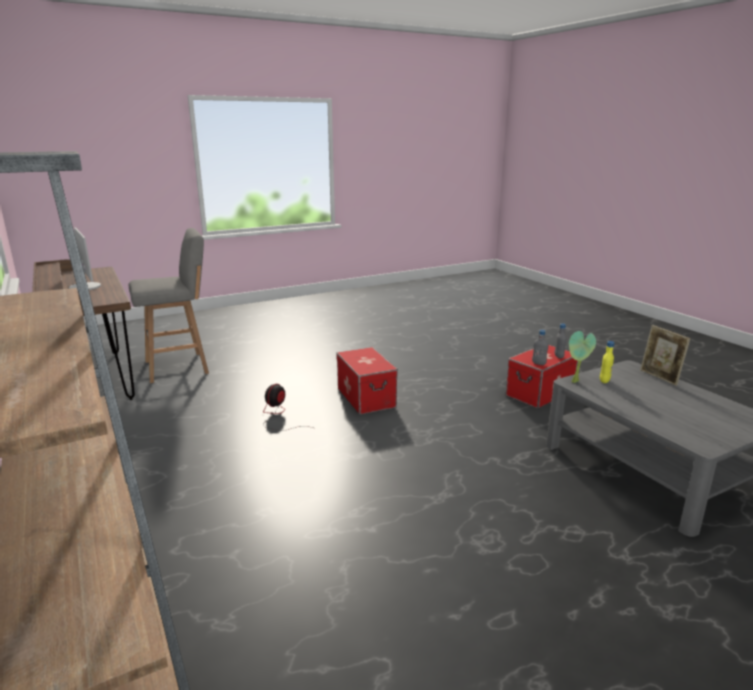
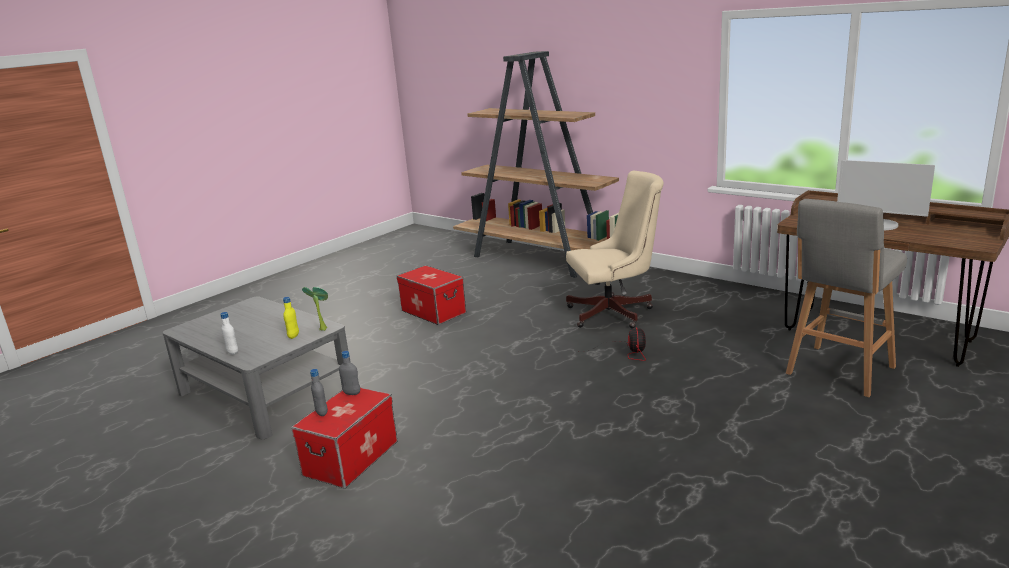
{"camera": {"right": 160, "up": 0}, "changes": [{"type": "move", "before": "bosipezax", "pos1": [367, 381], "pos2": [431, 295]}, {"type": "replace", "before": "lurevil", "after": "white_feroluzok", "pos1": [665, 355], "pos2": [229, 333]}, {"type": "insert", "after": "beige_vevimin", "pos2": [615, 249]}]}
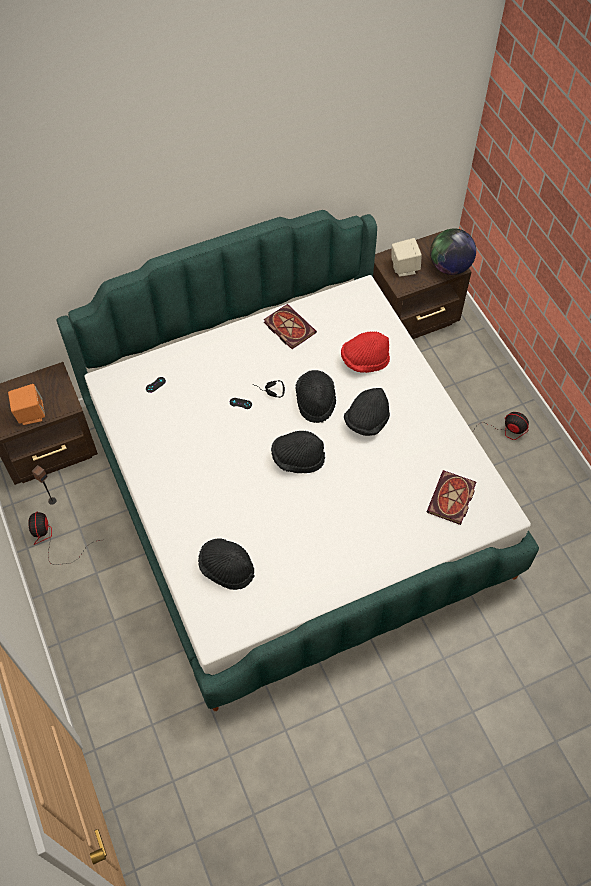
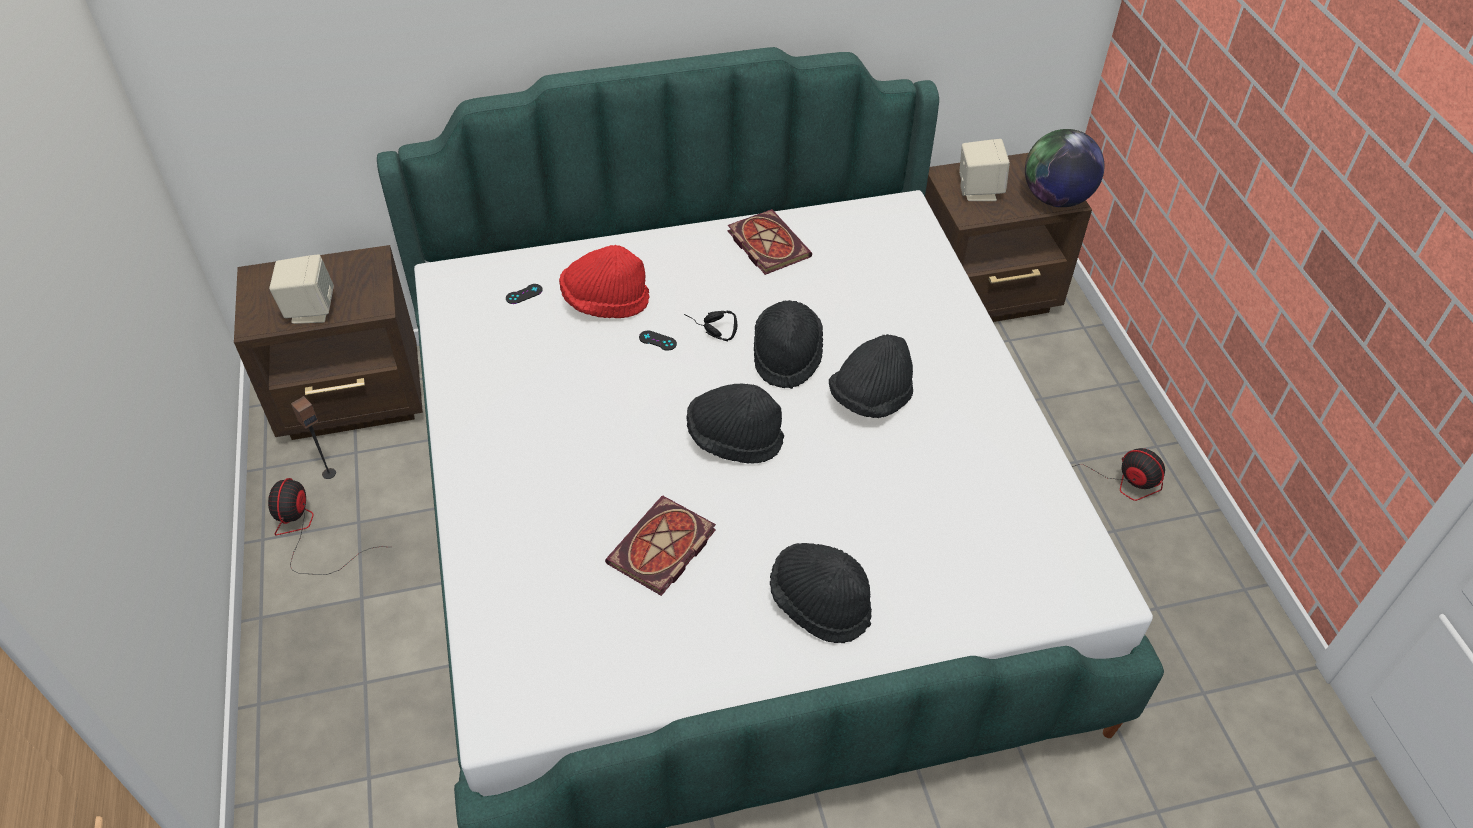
{"camera": {"right": 10, "up": -10}, "changes": [{"type": "recolor", "before": "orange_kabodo", "after": "beige_kabodo", "pos1": [26, 404], "pos2": [301, 289]}, {"type": "move", "before": "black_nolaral", "pos1": [226, 564], "pos2": [821, 593]}, {"type": "move", "before": "red_nolaral", "pos1": [365, 352], "pos2": [604, 281]}, {"type": "move", "before": "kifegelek", "pos1": [451, 497], "pos2": [660, 545]}]}
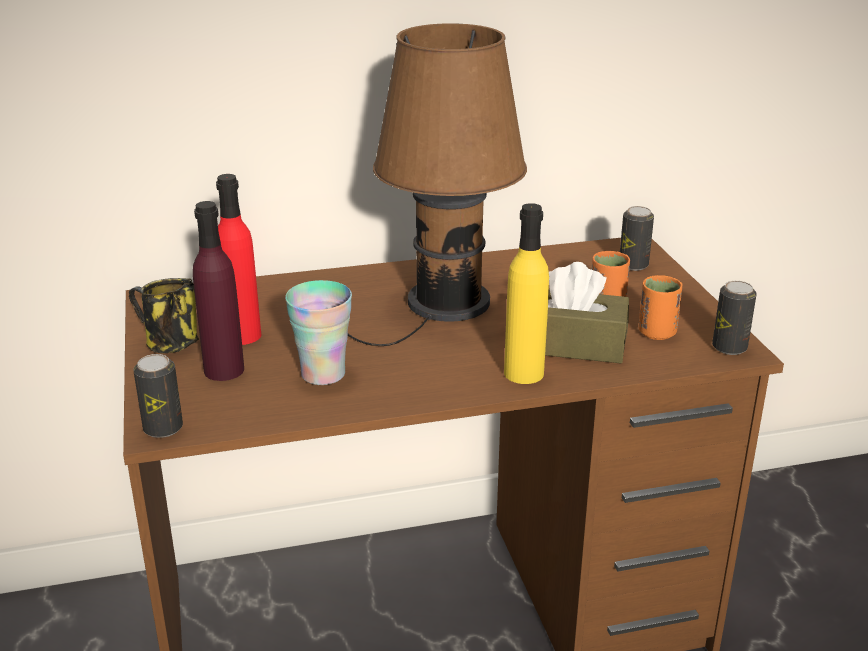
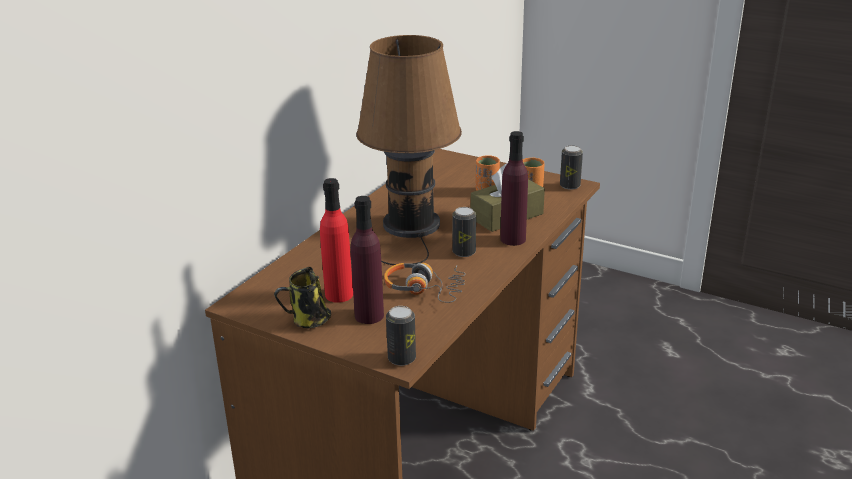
{"camera": {"right": -45, "up": 0}, "changes": [{"type": "replace", "before": "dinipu", "after": "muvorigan", "pos1": [318, 332], "pos2": [424, 283]}, {"type": "recolor", "before": "yellow_feroluzok", "after": "purple_feroluzok", "pos1": [526, 293], "pos2": [514, 188]}, {"type": "move", "before": "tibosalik", "pos1": [637, 238], "pos2": [464, 232]}]}
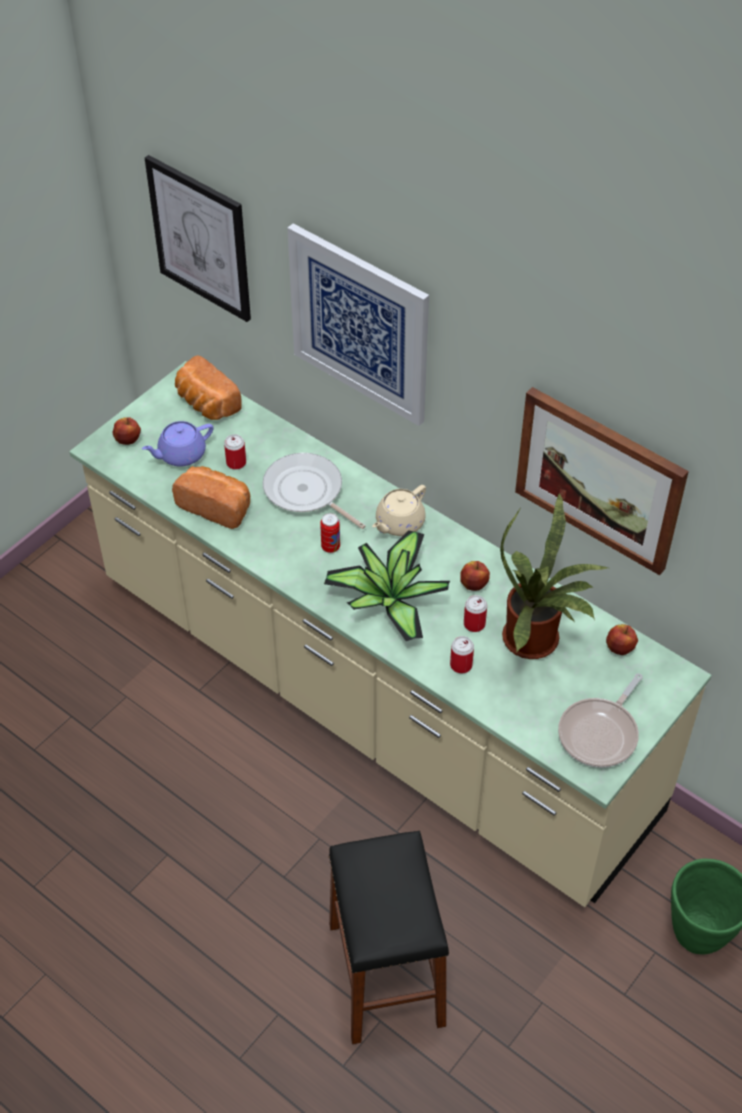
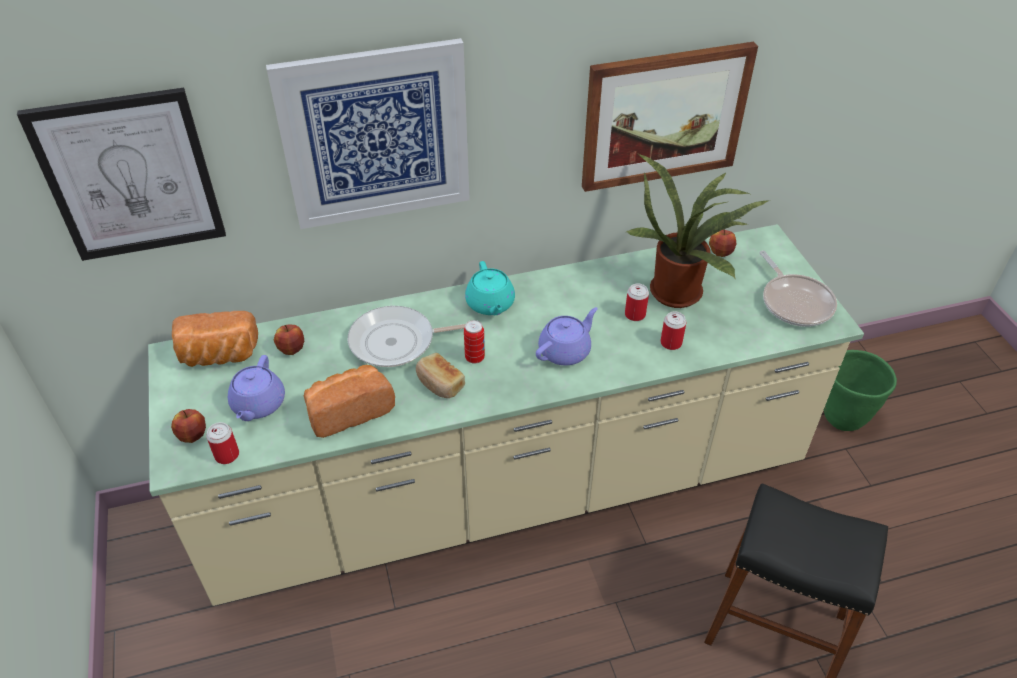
{"camera": {"right": -55, "up": -5}, "changes": [{"type": "move", "before": "tibosalik", "pos1": [235, 451], "pos2": [222, 443]}, {"type": "replace", "before": "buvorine", "after": "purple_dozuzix", "pos1": [387, 585], "pos2": [567, 336]}, {"type": "recolor", "before": "beige_dozuzix", "after": "turquoise_dozuzix", "pos1": [399, 510], "pos2": [490, 288]}, {"type": "move", "before": "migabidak", "pos1": [475, 576], "pos2": [288, 339]}, {"type": "insert", "after": "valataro", "pos2": [440, 375]}]}
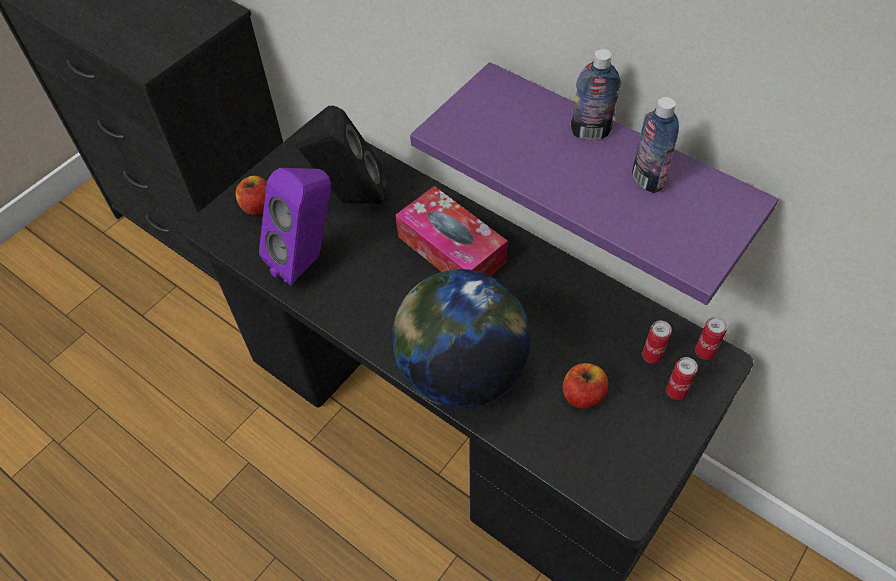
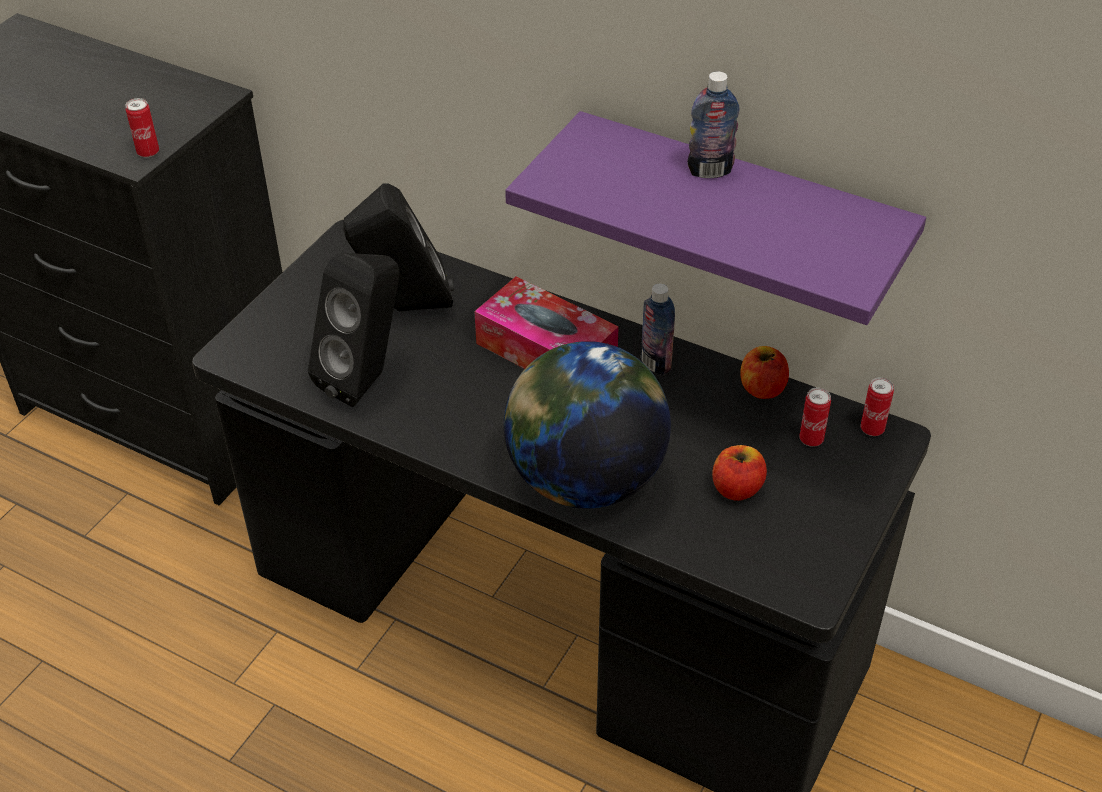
{"camera": {"right": -10, "up": -10}, "changes": [{"type": "move", "before": "migabidak", "pos1": [251, 195], "pos2": [764, 372]}, {"type": "recolor", "before": "purple_kabodo", "after": "black_kabodo", "pos1": [295, 227], "pos2": [353, 330]}, {"type": "move", "before": "feroluzok", "pos1": [655, 145], "pos2": [658, 329]}, {"type": "move", "before": "tibosalik", "pos1": [682, 378], "pos2": [142, 128]}]}
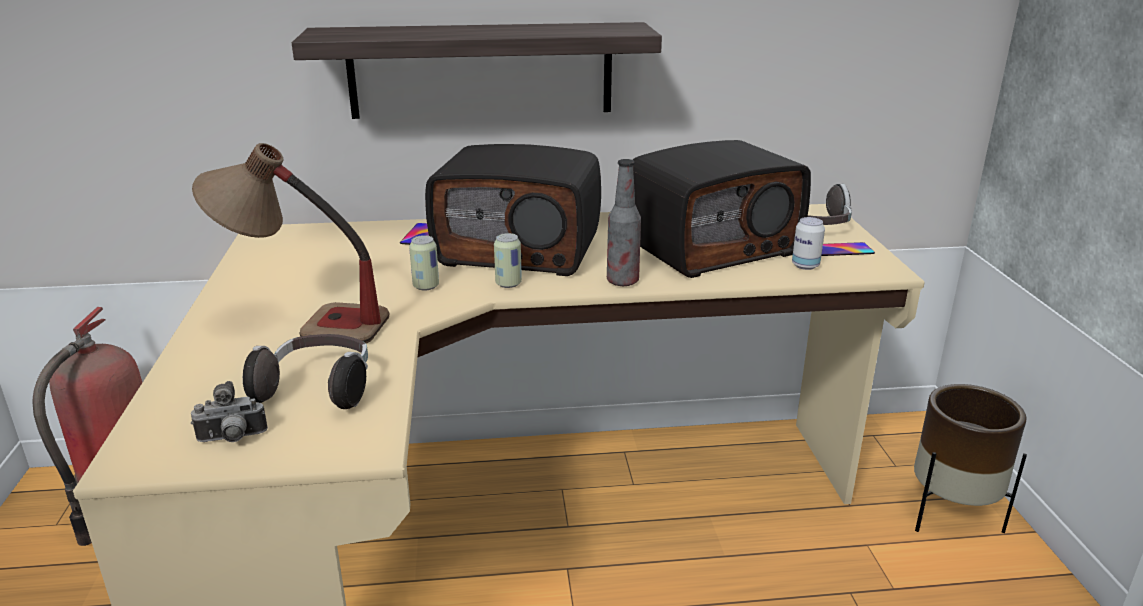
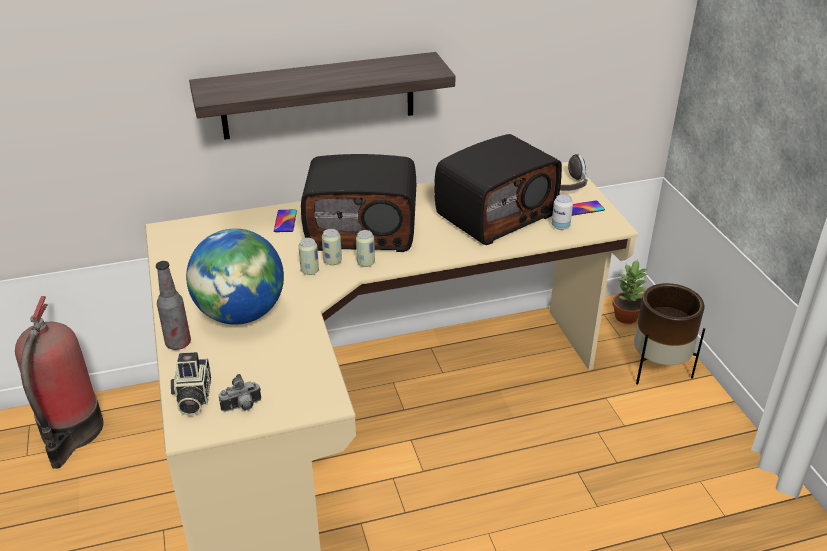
{"camera": {"right": -10, "up": 10}, "changes": [{"type": "replace", "before": "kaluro", "after": "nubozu", "pos1": [290, 243], "pos2": [235, 277]}, {"type": "delete", "before": "muvorigan", "pos1": [305, 371]}, {"type": "move", "before": "feroluzok", "pos1": [624, 222], "pos2": [173, 305]}, {"type": "insert", "after": "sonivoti", "pos2": [191, 384]}, {"type": "insert", "after": "tibosalik", "pos2": [332, 247]}, {"type": "insert", "after": "buvorine", "pos2": [630, 292]}]}
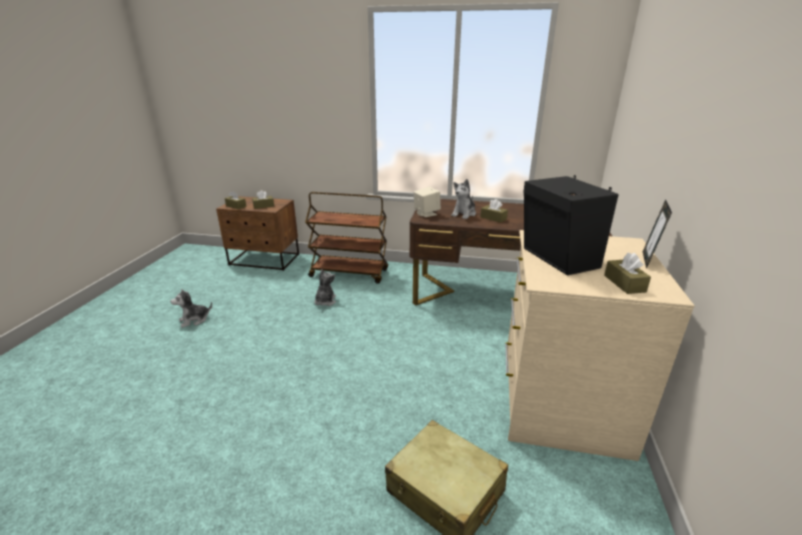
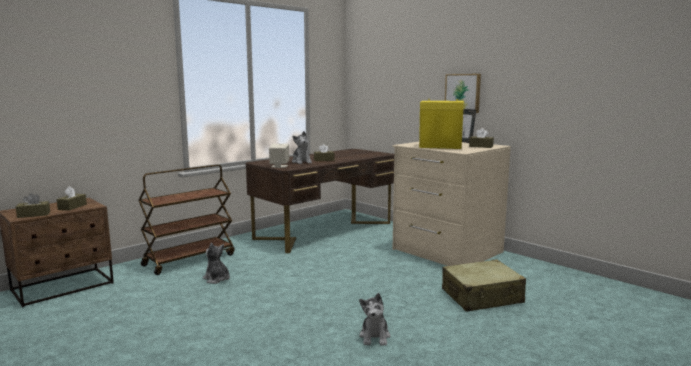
{"camera": {"right": -55, "up": -15}, "changes": [{"type": "move", "before": "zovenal", "pos1": [191, 308], "pos2": [374, 319]}, {"type": "recolor", "before": "black_kabodo", "after": "yellow_kabodo", "pos1": [571, 225], "pos2": [441, 124]}, {"type": "insert", "after": "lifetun", "pos2": [463, 93]}]}
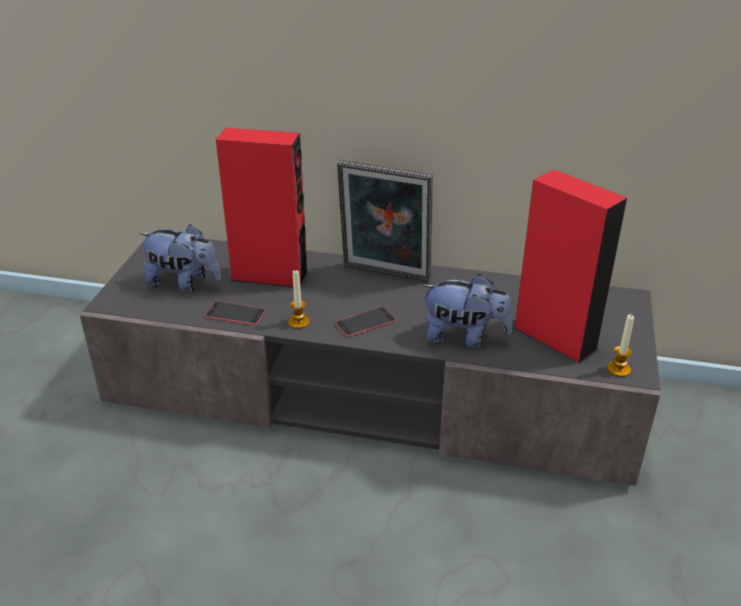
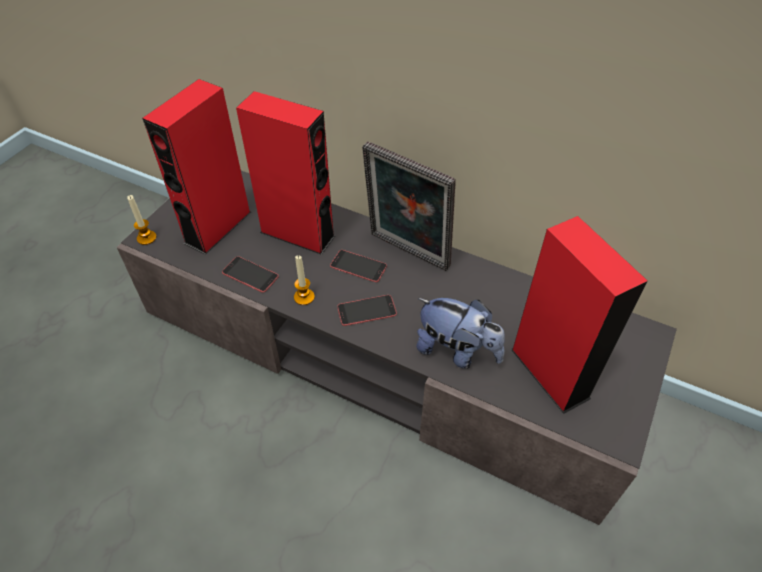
{"camera": {"right": 15, "up": 15}, "changes": [{"type": "replace", "before": "zovenal", "after": "red_kabodo", "pos1": [180, 258], "pos2": [196, 167]}, {"type": "move", "before": "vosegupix", "pos1": [620, 345], "pos2": [142, 220]}, {"type": "insert", "after": "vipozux", "pos2": [358, 266]}]}
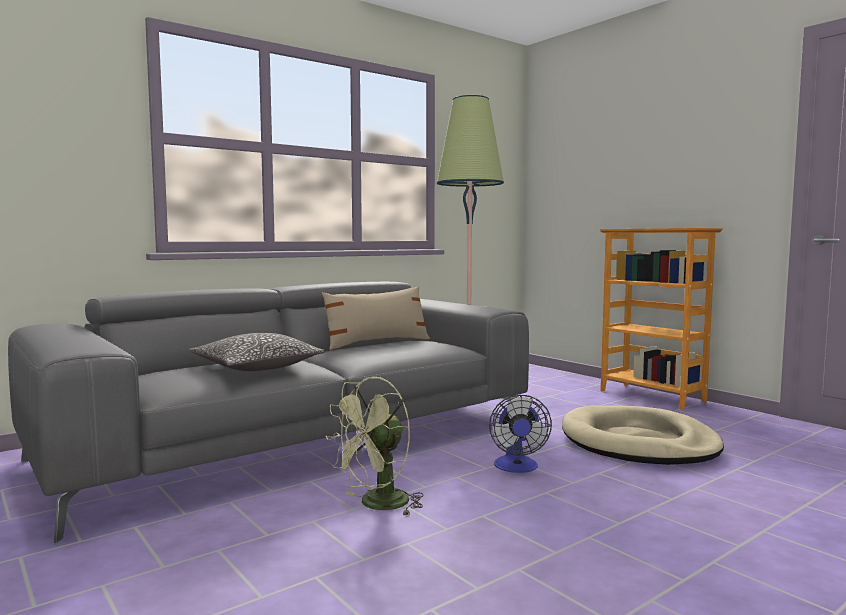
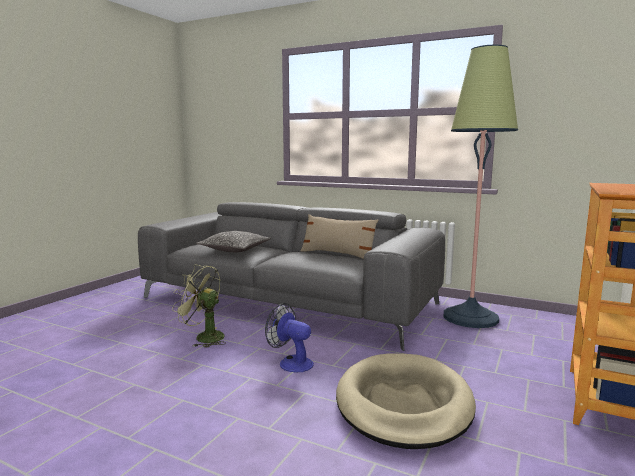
{"camera": {"right": 65, "up": 5}, "changes": [{"type": "rotate", "before": "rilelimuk", "pos1": [520, 434], "pos2": [289, 337], "turn": 60}]}
